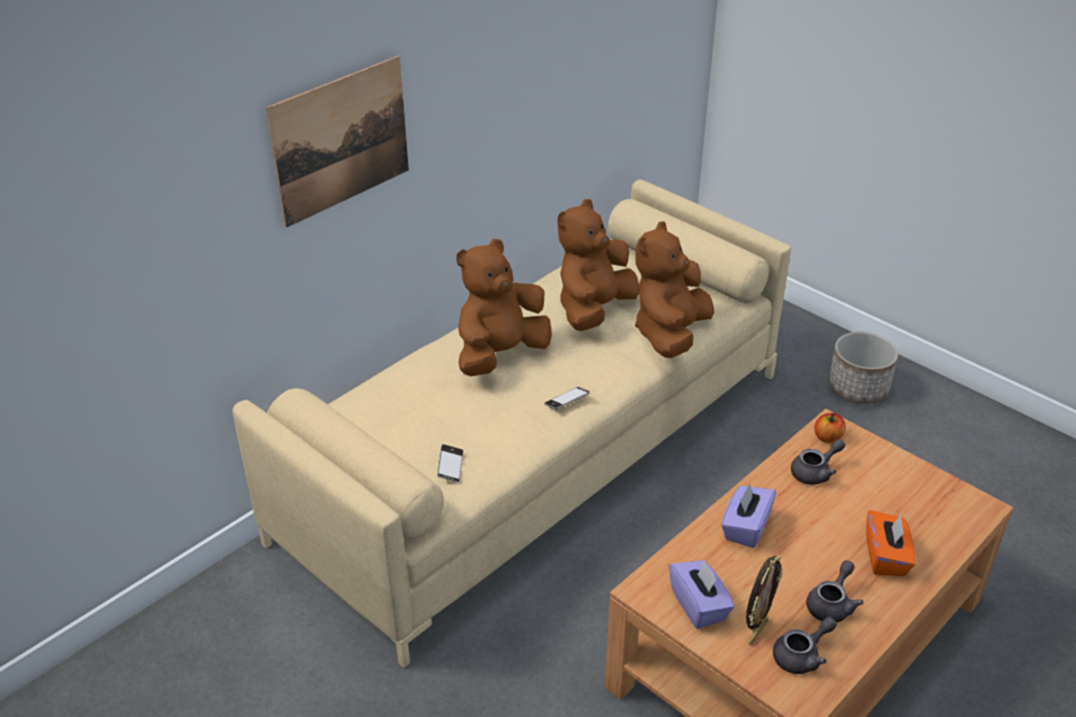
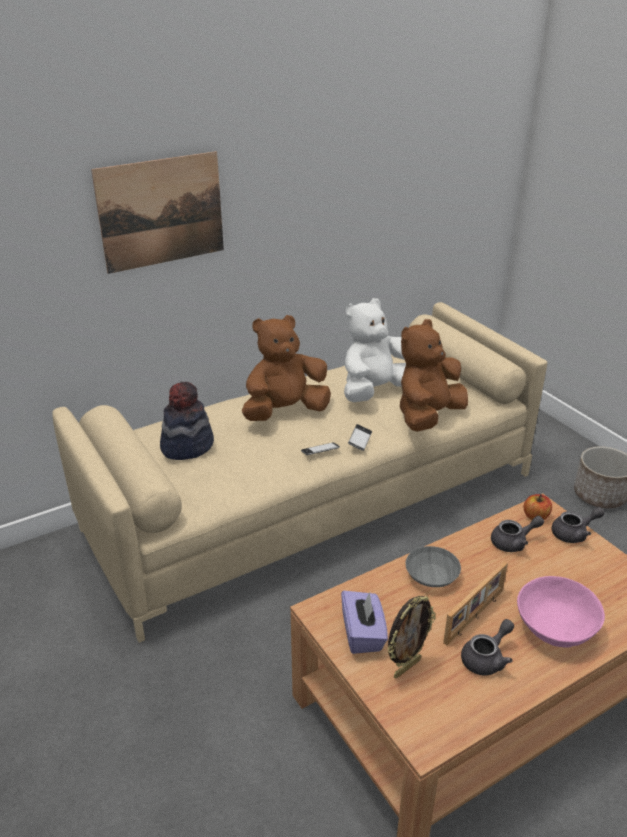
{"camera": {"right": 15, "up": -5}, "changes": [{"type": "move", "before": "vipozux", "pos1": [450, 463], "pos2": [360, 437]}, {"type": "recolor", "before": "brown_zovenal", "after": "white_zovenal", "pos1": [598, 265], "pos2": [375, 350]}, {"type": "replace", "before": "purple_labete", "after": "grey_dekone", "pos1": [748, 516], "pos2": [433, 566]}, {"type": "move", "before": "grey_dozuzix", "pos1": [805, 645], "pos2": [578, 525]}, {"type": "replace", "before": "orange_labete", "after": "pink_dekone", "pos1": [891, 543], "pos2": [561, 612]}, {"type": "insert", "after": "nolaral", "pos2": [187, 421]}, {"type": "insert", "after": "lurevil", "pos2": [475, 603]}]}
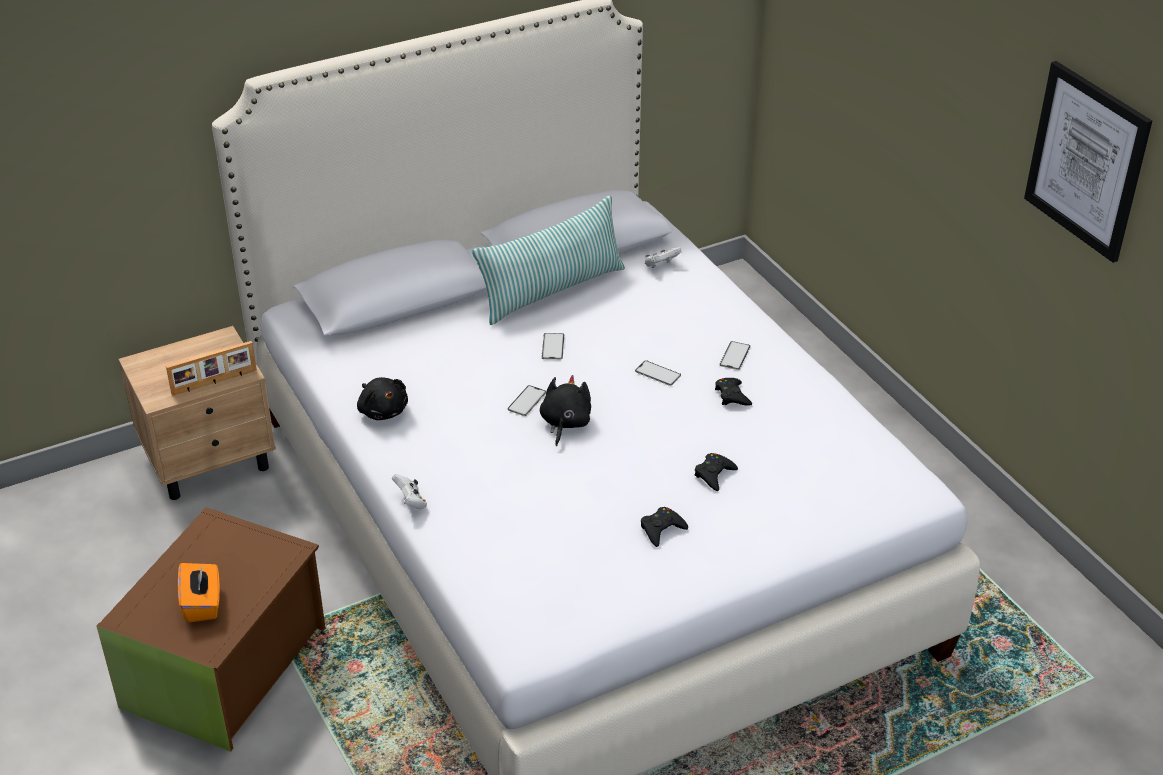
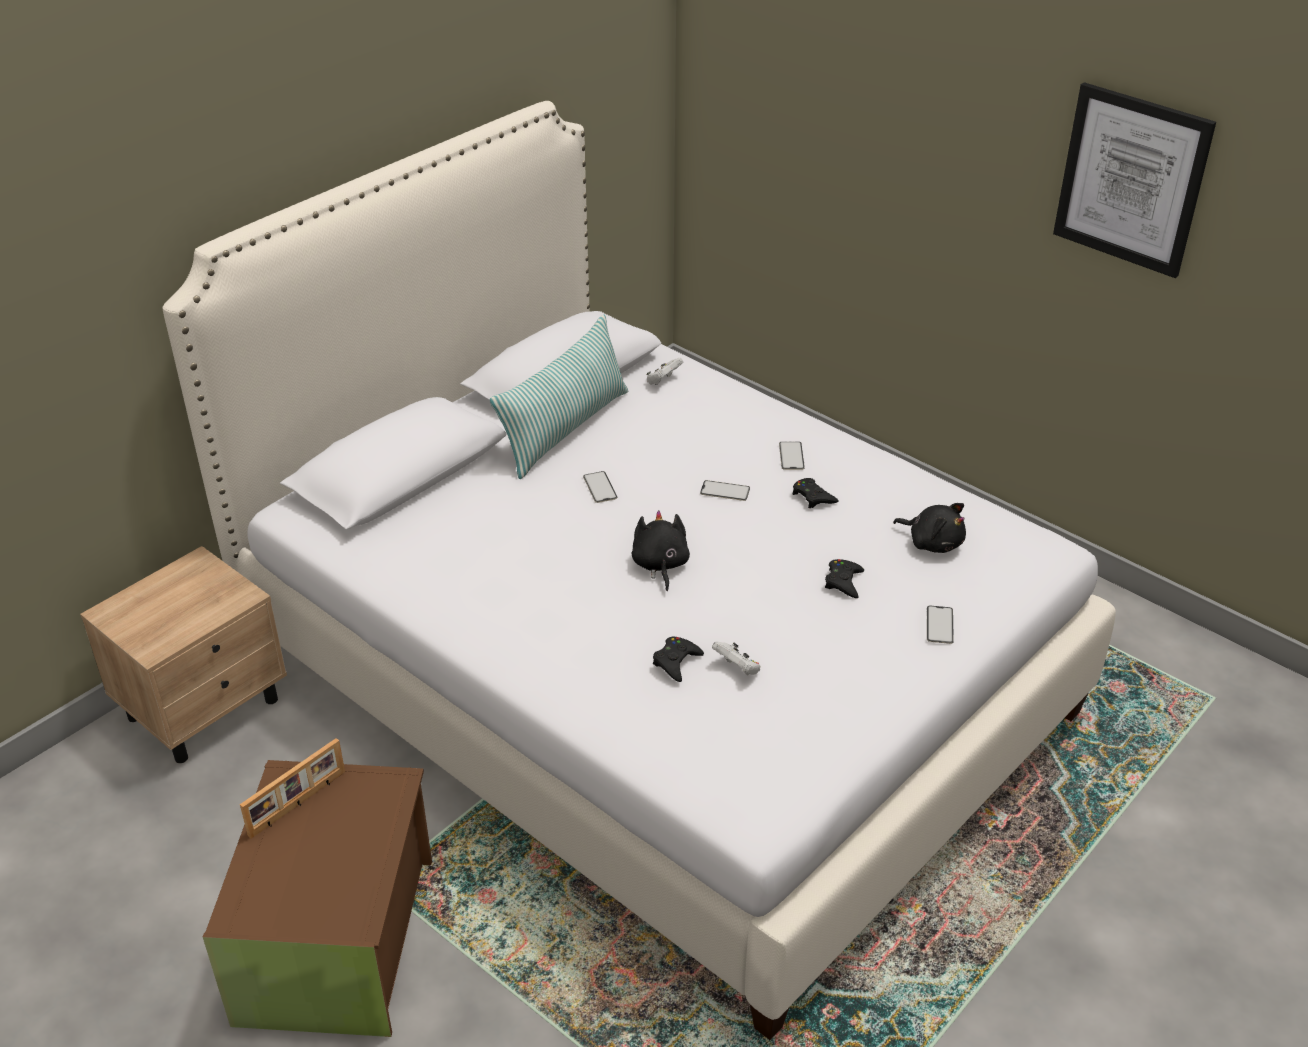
{"camera": {"right": -20, "up": 0}, "changes": [{"type": "move", "before": "lurevil", "pos1": [211, 368], "pos2": [292, 788]}, {"type": "delete", "before": "orange_labete", "pos1": [199, 592]}, {"type": "move", "before": "black_zovenal", "pos1": [382, 398], "pos2": [929, 528]}, {"type": "move", "before": "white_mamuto", "pos1": [409, 492], "pos2": [736, 658]}, {"type": "move", "before": "vipozux", "pos1": [527, 400], "pos2": [940, 625]}, {"type": "move", "before": "black_mamuto", "pos1": [664, 527], "pos2": [678, 659]}]}
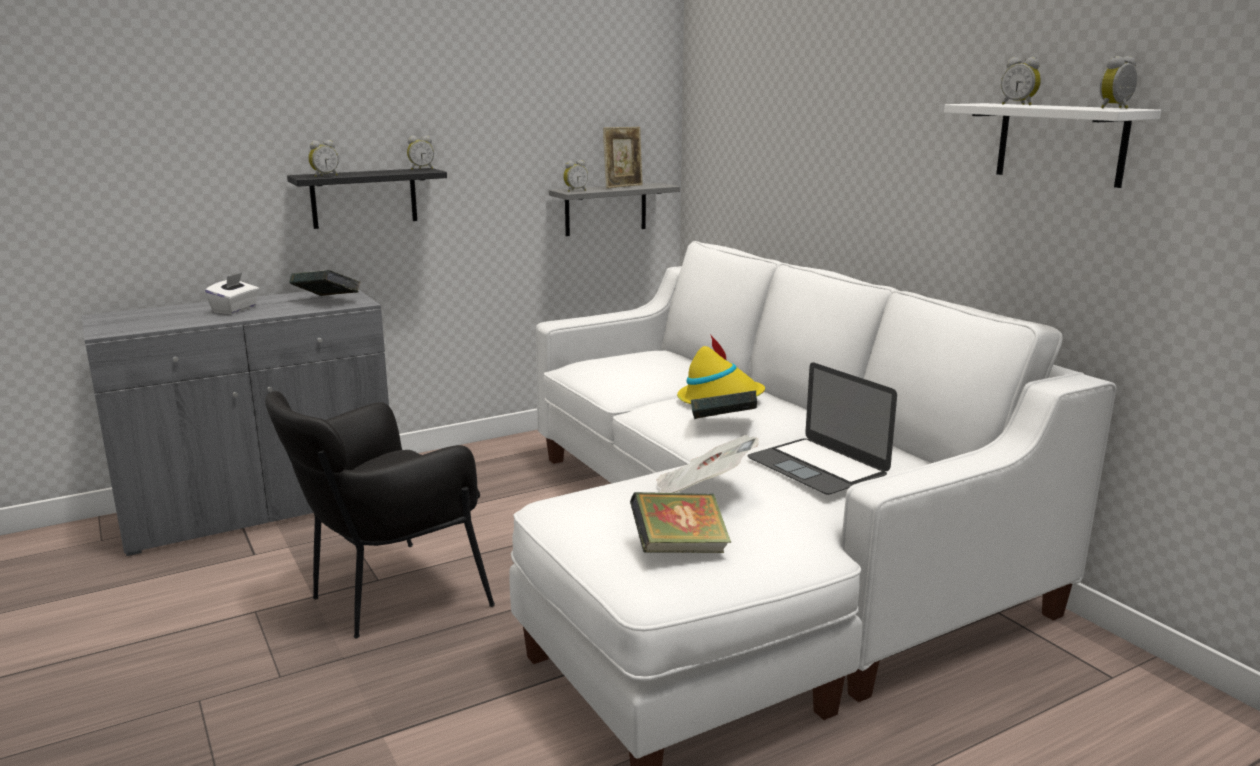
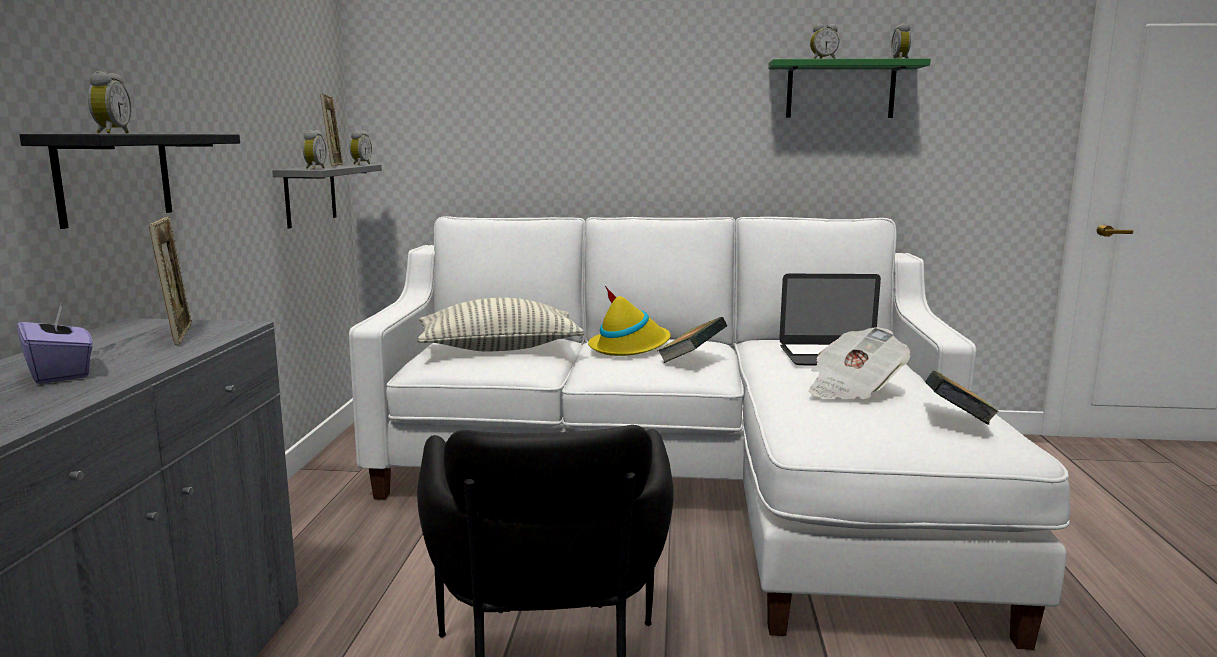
{"camera": {"right": -55, "up": -5}, "changes": [{"type": "recolor", "before": "white_labete", "after": "purple_labete", "pos1": [232, 293], "pos2": [55, 344]}, {"type": "replace", "before": "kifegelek", "after": "lurevil", "pos1": [325, 283], "pos2": [170, 281]}, {"type": "move", "before": "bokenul", "pos1": [420, 152], "pos2": [361, 148]}, {"type": "recolor", "before": "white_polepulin", "after": "green_polepulin", "pos1": [1052, 145], "pos2": [849, 88]}, {"type": "insert", "after": "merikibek", "pos2": [500, 324]}]}
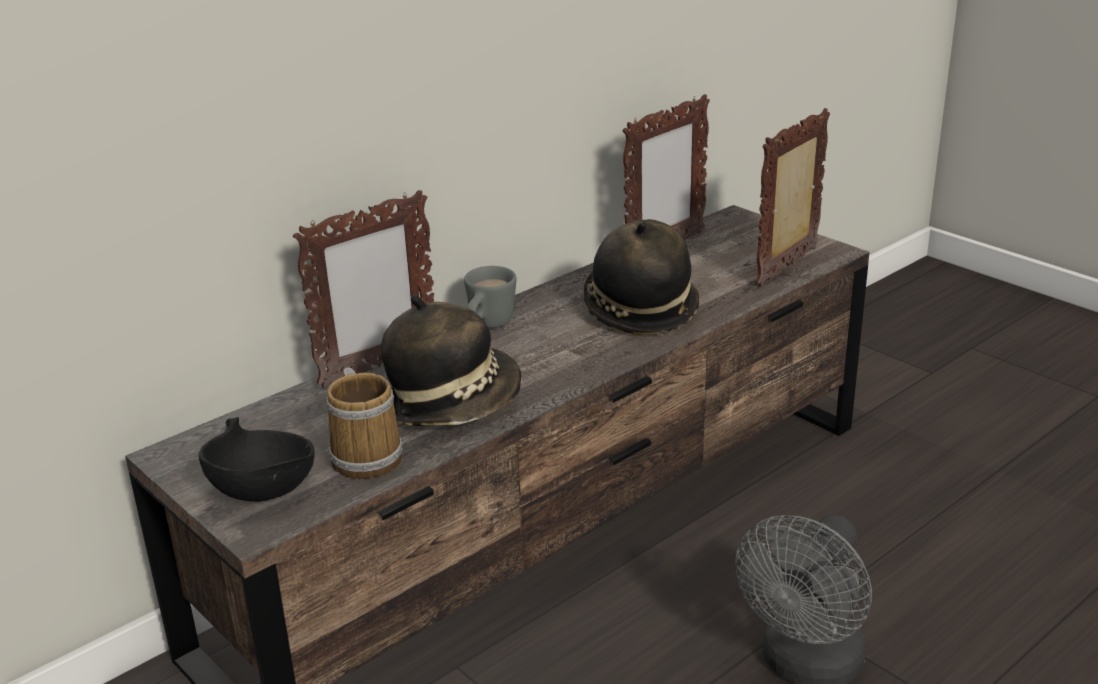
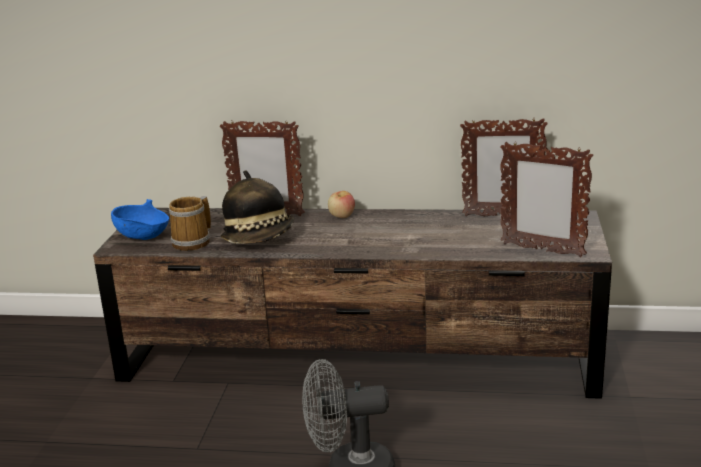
{"camera": {"right": 50, "up": -5}, "changes": [{"type": "recolor", "before": "black_dekone", "after": "blue_dekone", "pos1": [257, 459], "pos2": [140, 219]}, {"type": "replace", "before": "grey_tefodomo", "after": "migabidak", "pos1": [490, 297], "pos2": [341, 204]}, {"type": "delete", "before": "nolaral", "pos1": [641, 277]}, {"type": "rotate", "before": "lurevil", "pos1": [792, 197], "pos2": [546, 199], "turn": -150}]}
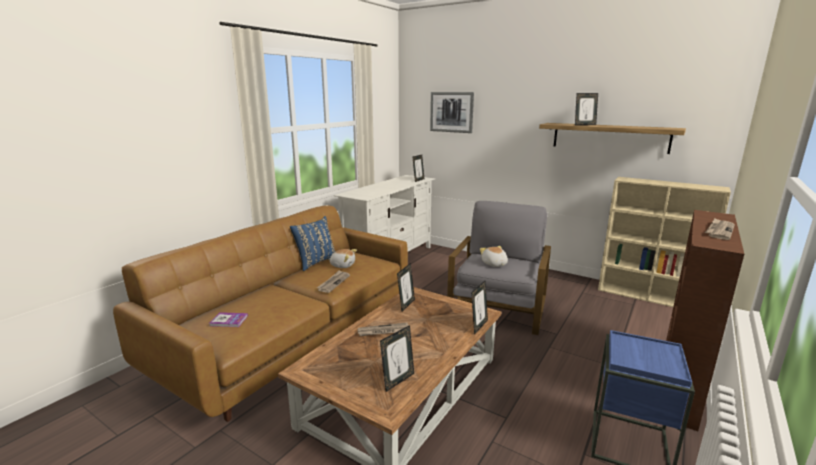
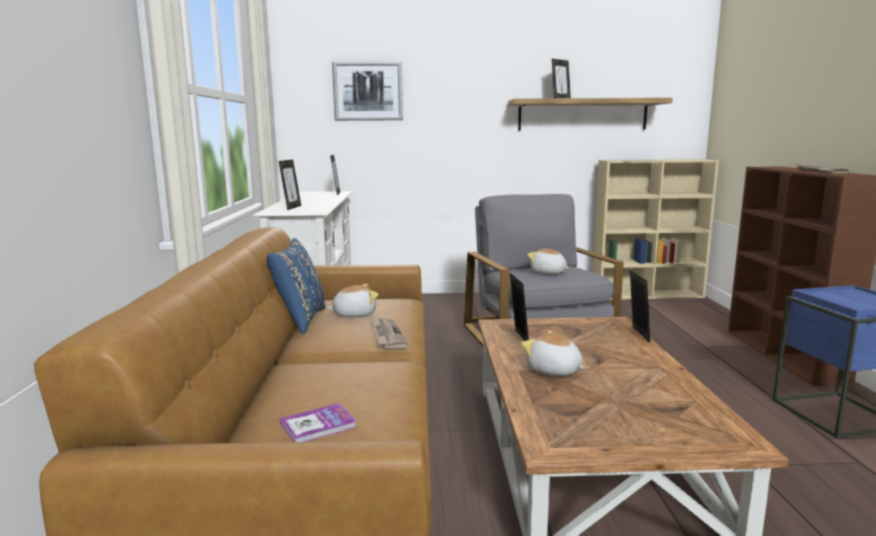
{"camera": {"right": -35, "up": -5}, "changes": [{"type": "replace", "before": "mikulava", "after": "zovenal", "pos1": [383, 329], "pos2": [553, 353]}, {"type": "move", "before": "lurevil", "pos1": [397, 358], "pos2": [290, 185]}]}
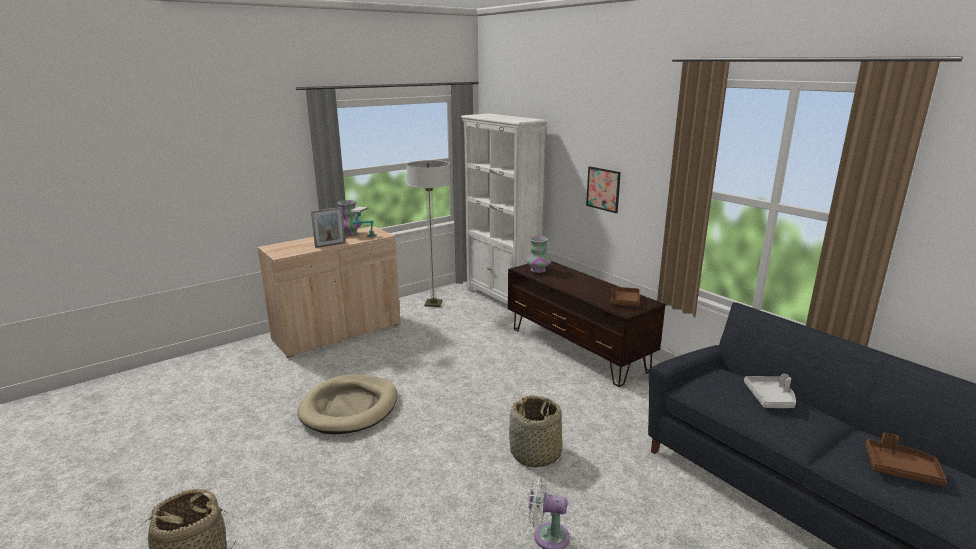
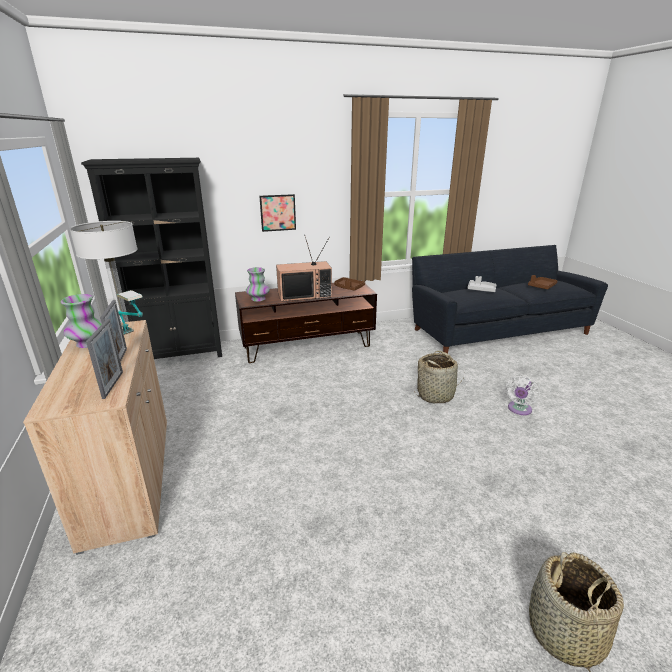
{"camera": {"right": -70, "up": 5}, "changes": [{"type": "delete", "before": "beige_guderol", "pos1": [347, 404]}, {"type": "recolor", "before": "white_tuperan", "after": "black_tuperan", "pos1": [504, 214], "pos2": [151, 258]}, {"type": "insert", "after": "lurevil", "pos2": [104, 359]}, {"type": "insert", "after": "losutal", "pos2": [304, 269]}]}
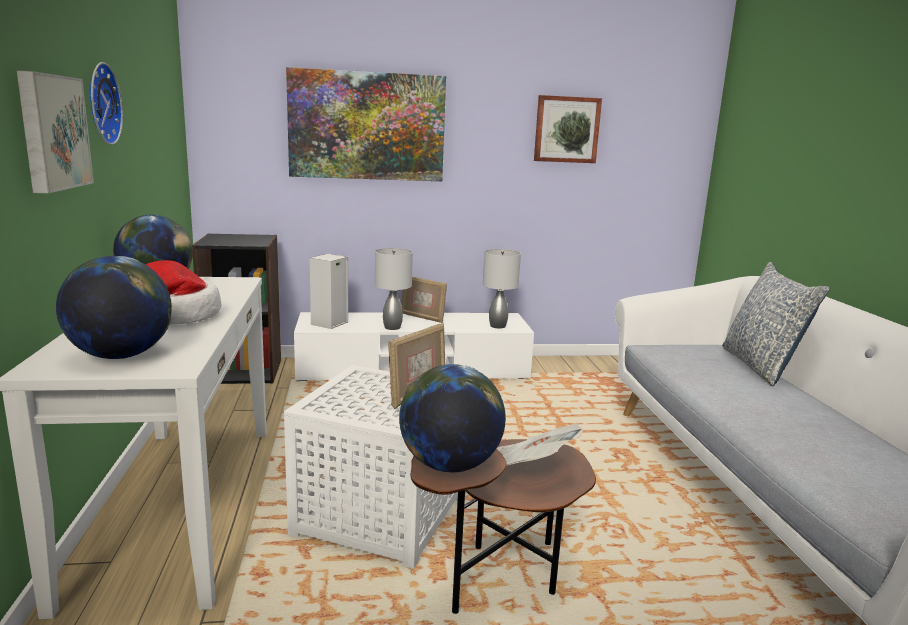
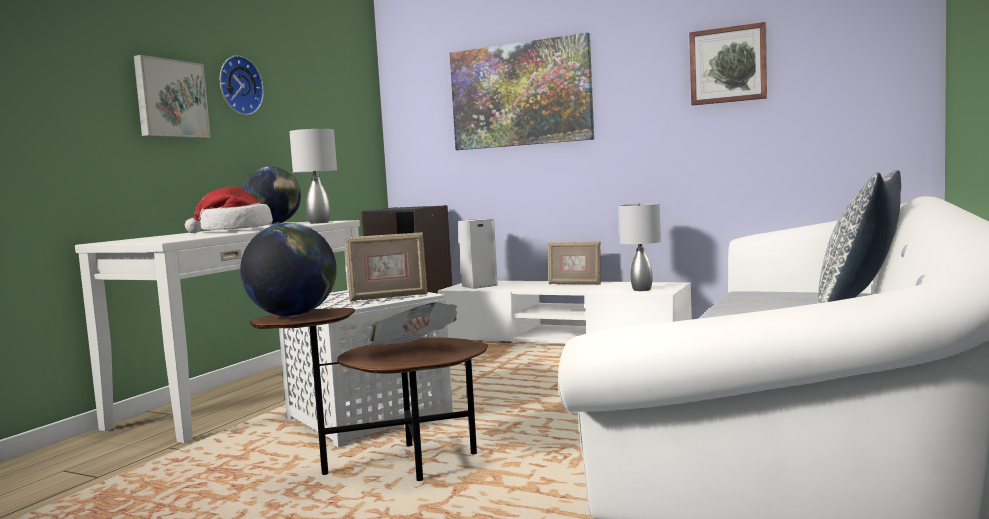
{"camera": {"right": 35, "up": -10}, "changes": [{"type": "delete", "before": "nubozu", "pos1": [114, 307]}, {"type": "move", "before": "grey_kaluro", "pos1": [394, 289], "pos2": [313, 176]}, {"type": "rotate", "before": "lurevil", "pos1": [424, 300], "pos2": [574, 262], "turn": -45}]}
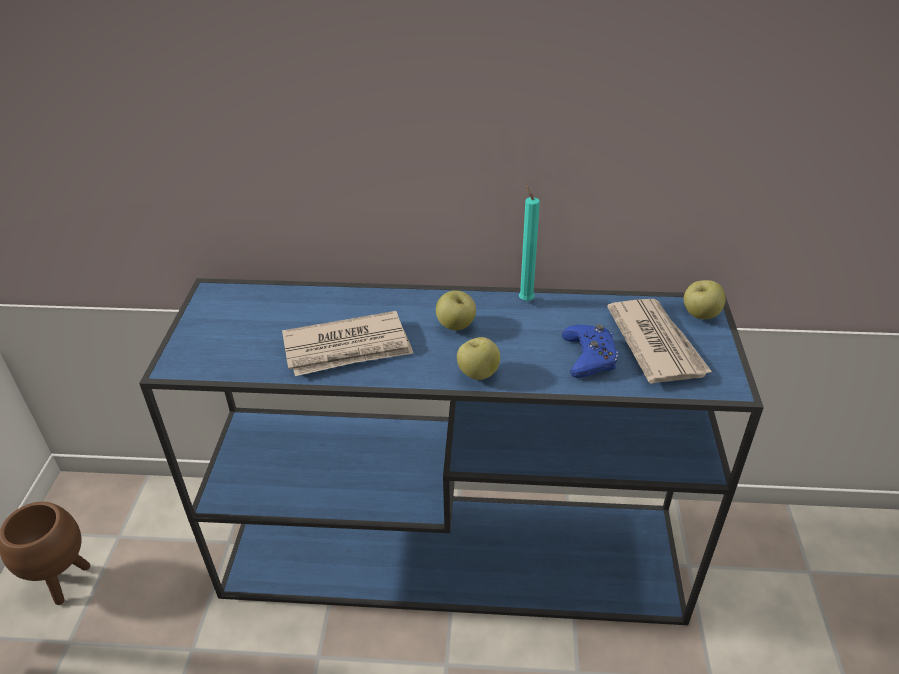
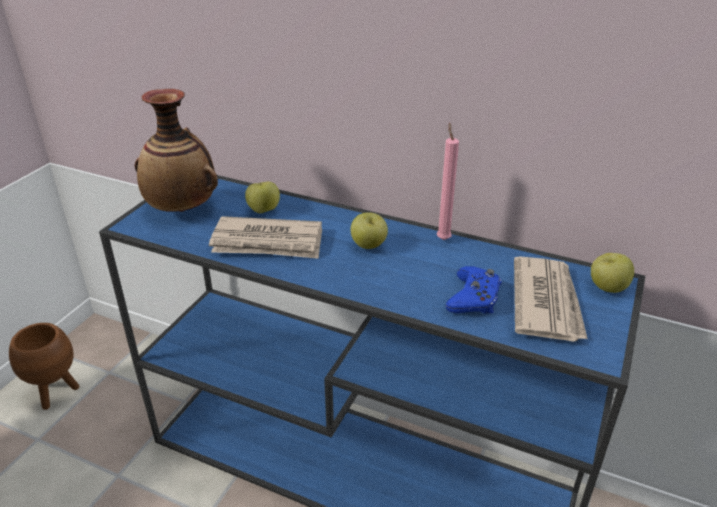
{"camera": {"right": 20, "up": -5}, "changes": [{"type": "move", "before": "migabidak", "pos1": [478, 358], "pos2": [262, 197]}, {"type": "recolor", "before": "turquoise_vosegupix", "after": "pink_vosegupix", "pos1": [529, 241], "pos2": [448, 181]}, {"type": "insert", "after": "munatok", "pos2": [176, 150]}]}
